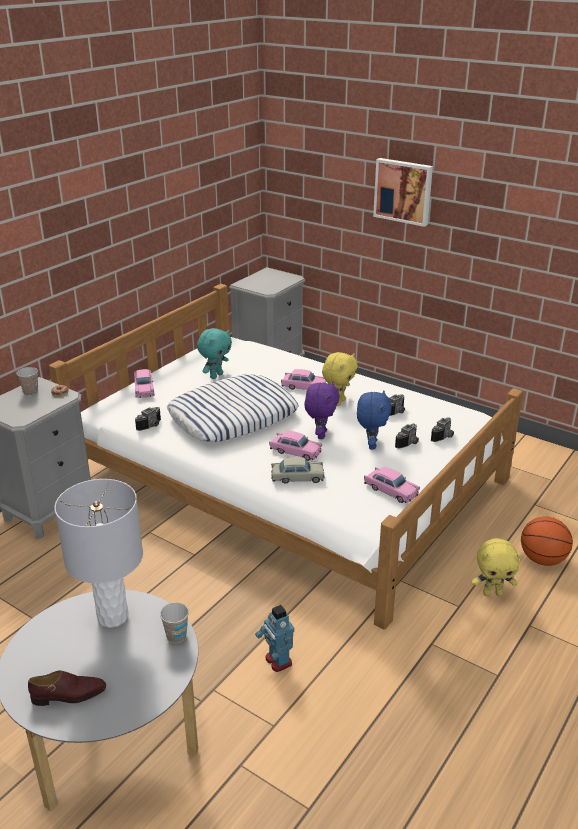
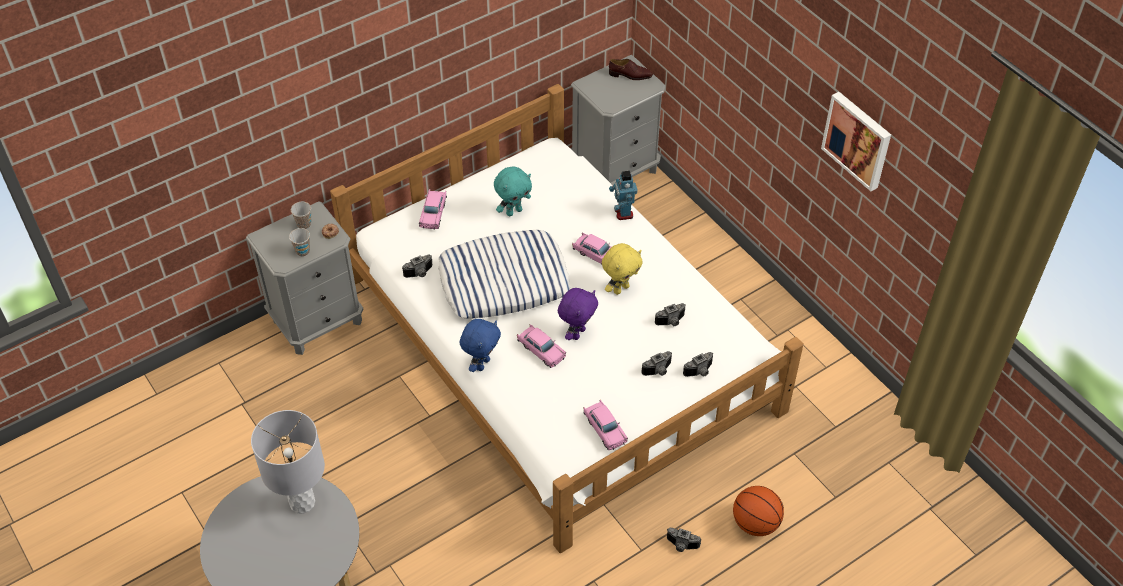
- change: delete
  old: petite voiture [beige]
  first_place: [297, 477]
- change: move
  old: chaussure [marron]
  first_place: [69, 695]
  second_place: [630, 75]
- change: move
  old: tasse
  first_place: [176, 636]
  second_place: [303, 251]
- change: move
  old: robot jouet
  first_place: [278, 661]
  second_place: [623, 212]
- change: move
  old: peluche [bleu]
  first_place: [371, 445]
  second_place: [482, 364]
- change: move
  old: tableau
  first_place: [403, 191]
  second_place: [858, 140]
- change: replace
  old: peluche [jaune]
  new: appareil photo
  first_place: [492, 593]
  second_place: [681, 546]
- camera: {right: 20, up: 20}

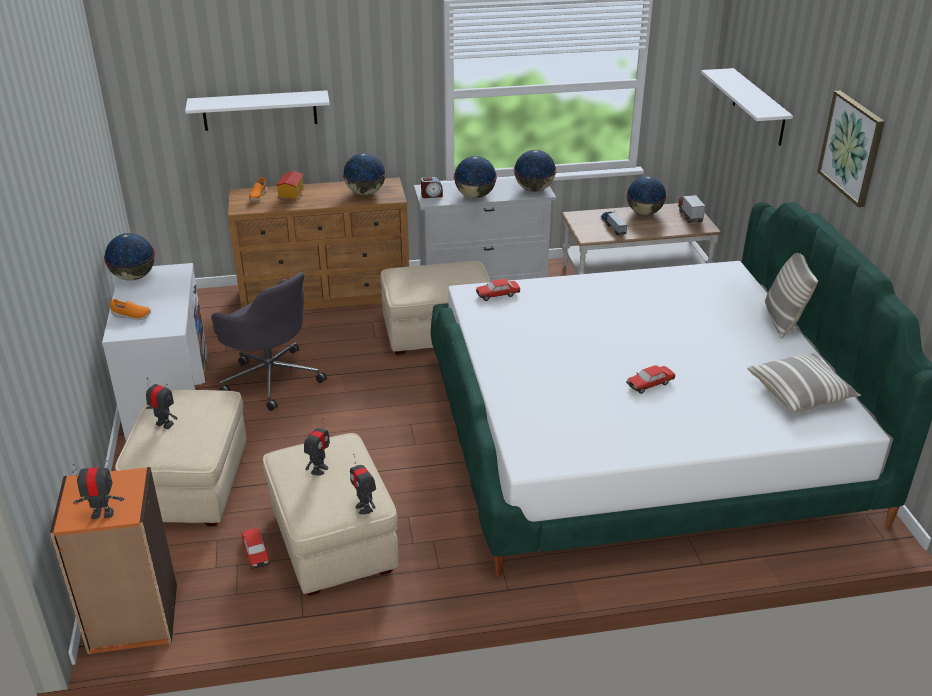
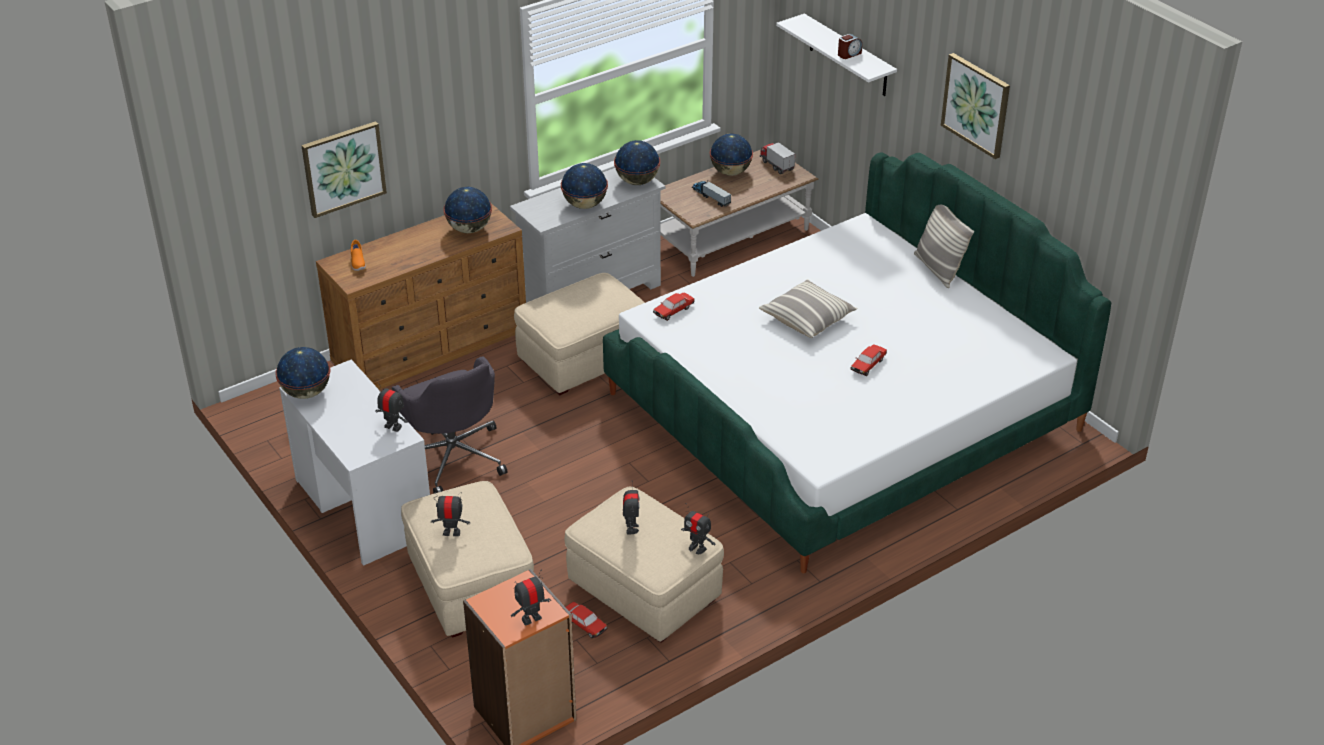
- change: delete
  old: chaussure [orange]
  first_place: [131, 316]
- change: delete
  old: maison miniature
  first_place: [291, 195]
- change: insert
  new: robot jouet
  second_place: [393, 427]
- change: move
  old: réveil
  first_place: [431, 195]
  second_place: [849, 54]
- change: move
  old: coussin
  first_place: [800, 393]
  second_place: [807, 319]
- change: replace
  old: étagère [blanc]
  new: tableau
  first_place: [259, 110]
  second_place: [343, 168]
- change: rotate
  old: chaise de bureau [gris]
  first_place: [271, 378]
  second_place: [453, 457]
  degrees: 45
- camera: {right: -25, up: 5}

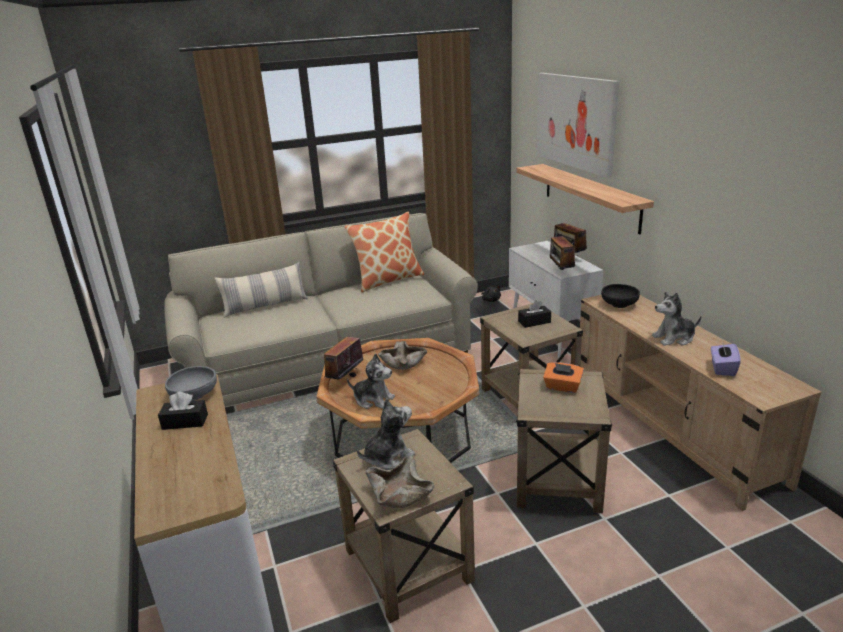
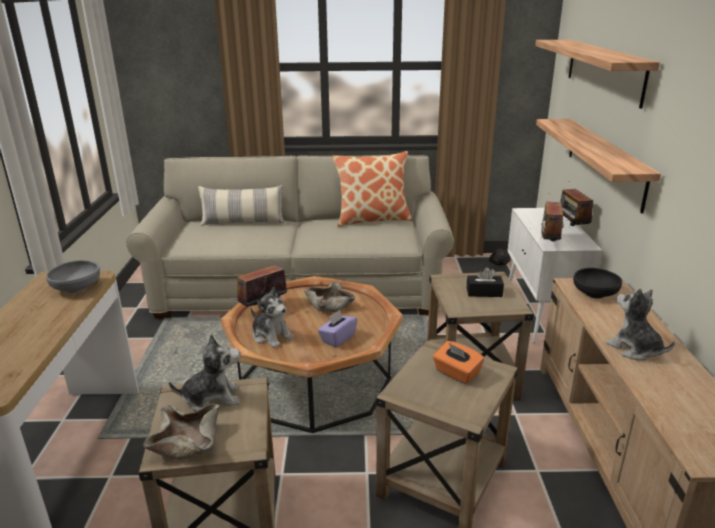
- change: delete
  old: boîte à mouchoirs [noir]
  first_place: [185, 422]
- change: move
  old: boîte à mouchoirs [violet]
  first_place: [722, 368]
  second_place: [337, 338]
- change: replace
  old: tableau
  new: étagère
  first_place: [575, 121]
  second_place: [604, 70]
- change: rotate
  old: peluche
  first_place: [674, 338]
  second_place: [634, 349]
  degrees: 45
- camera: {right: 20, up: 0}

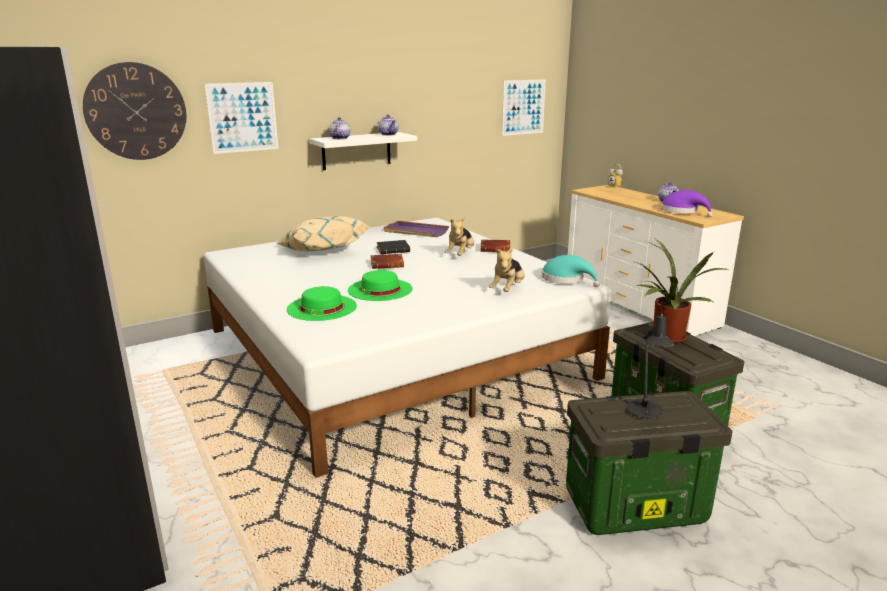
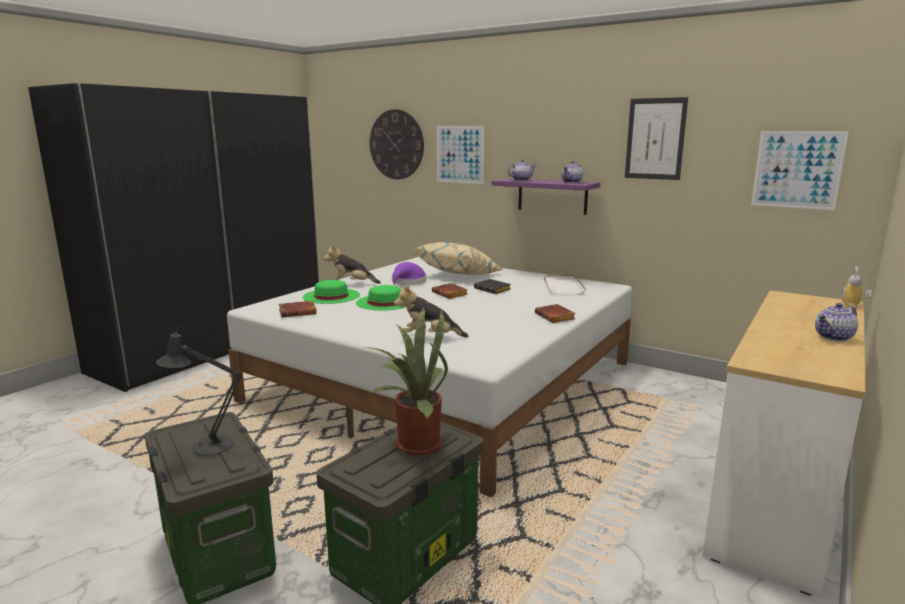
- change: delete
  old: chapeau [turquoise]
  first_place: [566, 279]
- change: insert
  new: livre [marron]
  second_place: [298, 312]
- change: insert
  new: tableau
  second_place: [655, 139]
- change: move
  old: peluche
  first_place: [460, 255]
  second_place: [351, 284]
- change: move
  old: chapeau [violet]
  first_place: [682, 211]
  second_place: [407, 282]
- change: recolor
  old: étagère [blanc]
  new: étagère [violet]
  first_place: [356, 151]
  second_place: [552, 196]
- change: recolor
  old: plateau [violet]
  new: plateau [blanc]
  first_place: [415, 231]
  second_place: [562, 287]
- camera: {right: 65, up: -5}

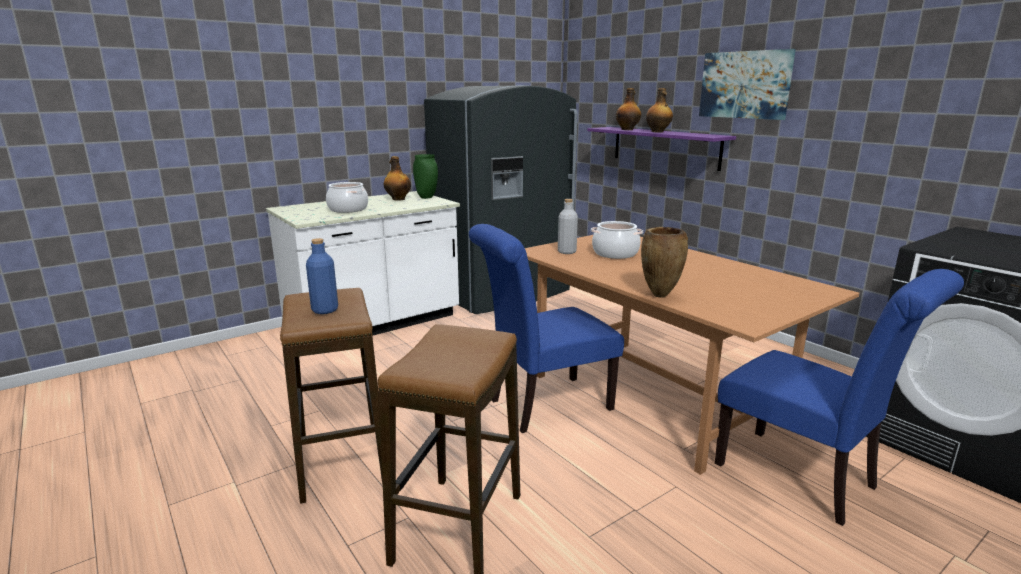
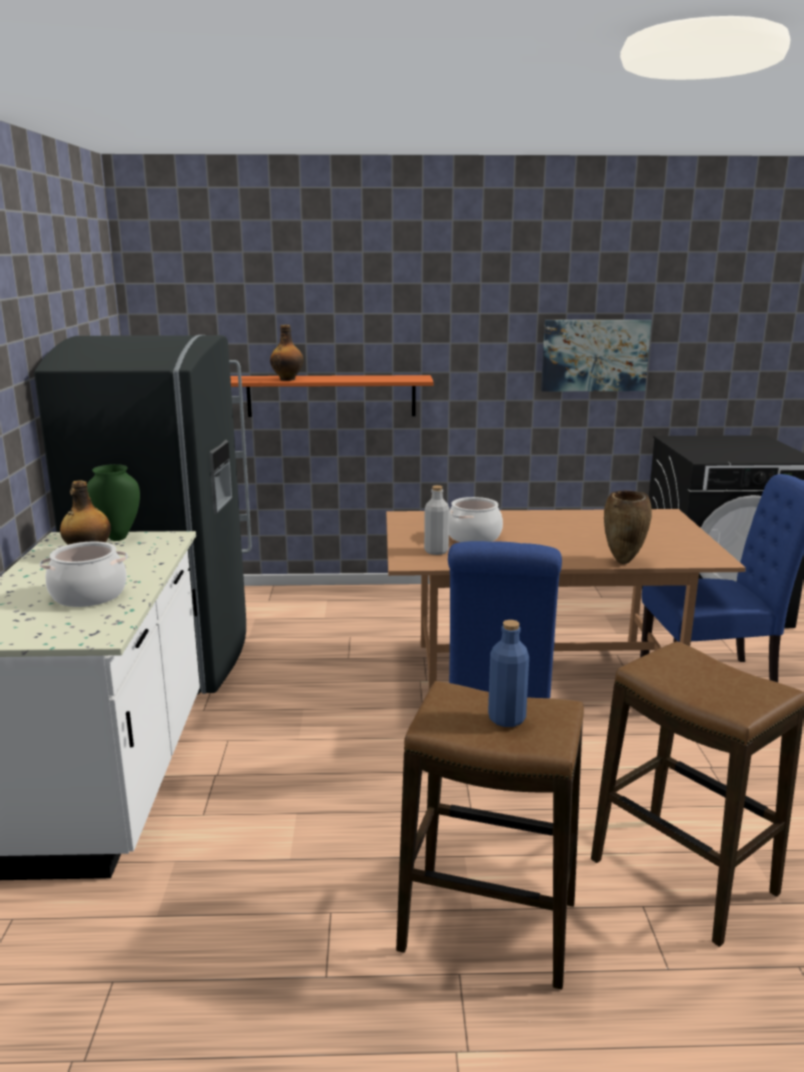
- change: delete
  old: bouteille
  first_place: [657, 132]
- change: move
  old: tableau
  first_place: [745, 85]
  second_place: [594, 355]
- change: recolor
  old: étagère [violet]
  new: étagère [orange]
  first_place: [665, 147]
  second_place: [331, 396]
- camera: {right: -55, up: 0}

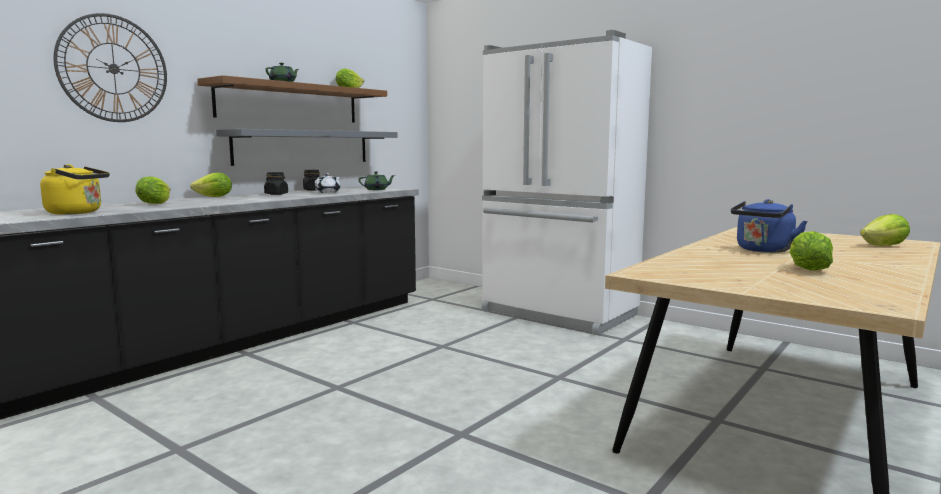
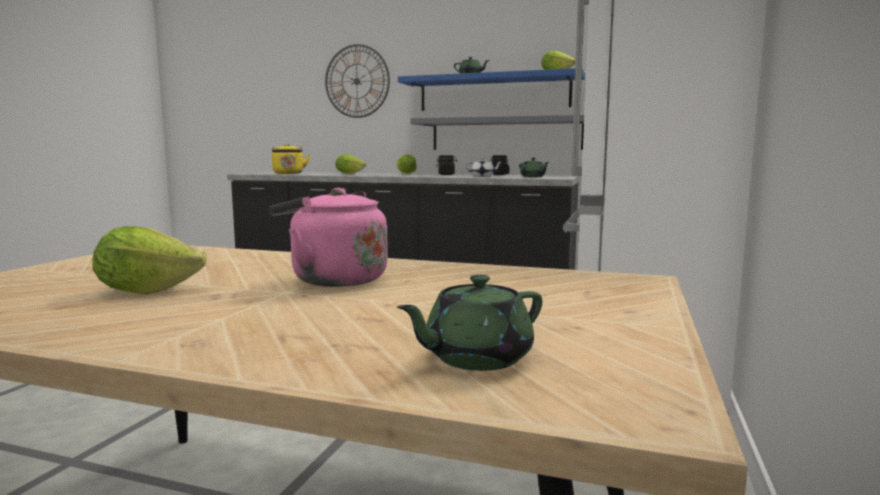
- change: replace
  old: laitue
  new: théière [vert]
  first_place: [884, 246]
  second_place: [475, 358]
- change: recolor
  old: étagère [marron]
  new: étagère [bleu]
  first_place: [290, 103]
  second_place: [493, 93]
- change: recolor
  old: bouilloire [bleu]
  new: bouilloire [rose]
  first_place: [763, 250]
  second_place: [333, 279]
- camera: {right: 70, up: 0}

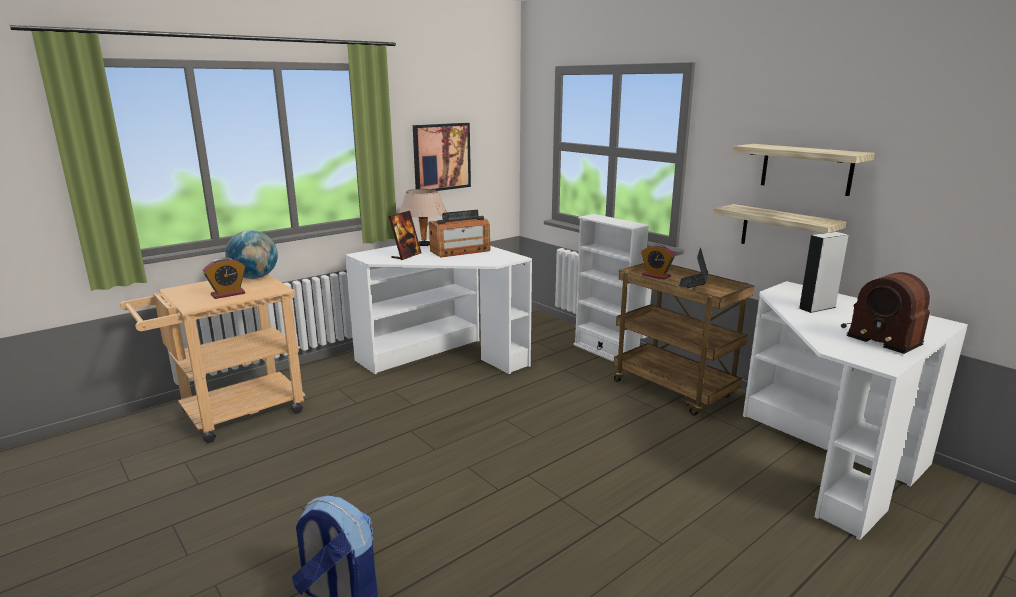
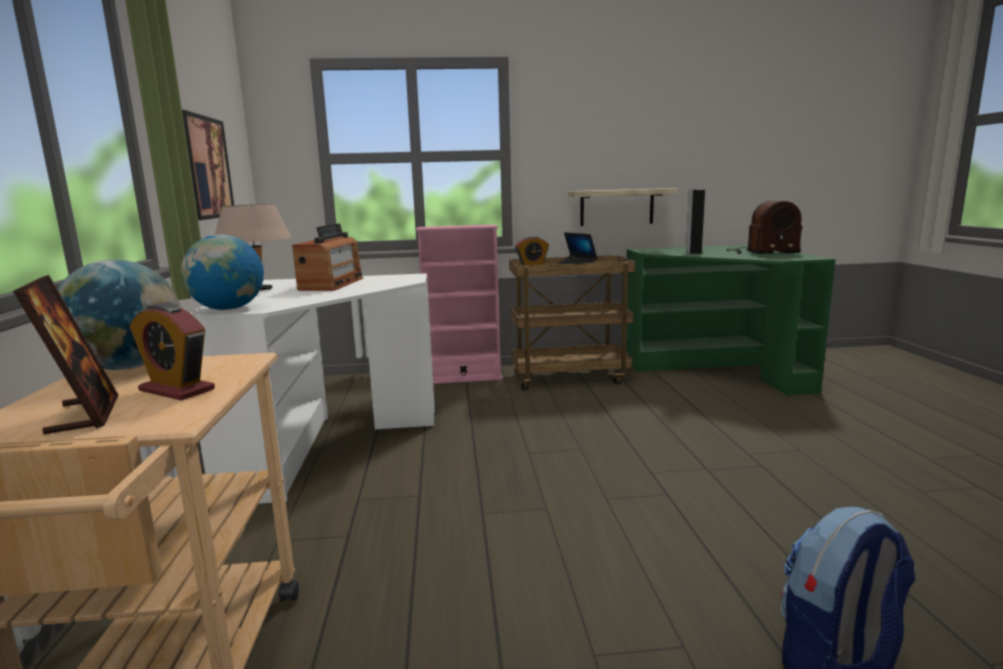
- change: delete
  old: étagère
  first_place: [806, 169]
- change: insert
  new: globe
  second_place: [228, 309]
- change: move
  old: cadre photo
  first_place: [406, 256]
  second_place: [84, 415]
- change: recolor
  old: bibliothèque [blanc]
  new: bibliothèque [rose]
  first_place: [605, 352]
  second_place: [463, 378]
- change: recolor
  old: bureau [blanc]
  new: bureau [vert]
  first_place: [824, 458]
  second_place: [716, 371]
- change: rotate
  old: réveil
  first_place: [228, 294]
  second_place: [177, 390]
  degrees: 120
- camera: {right: -55, up: -5}

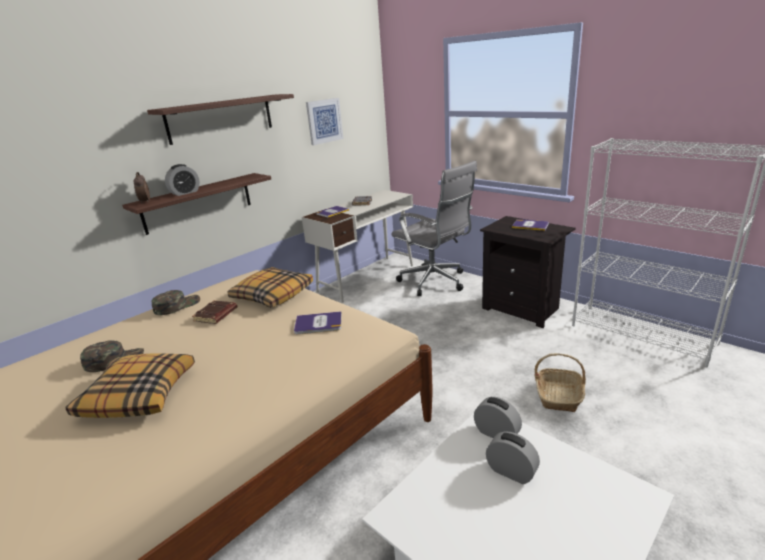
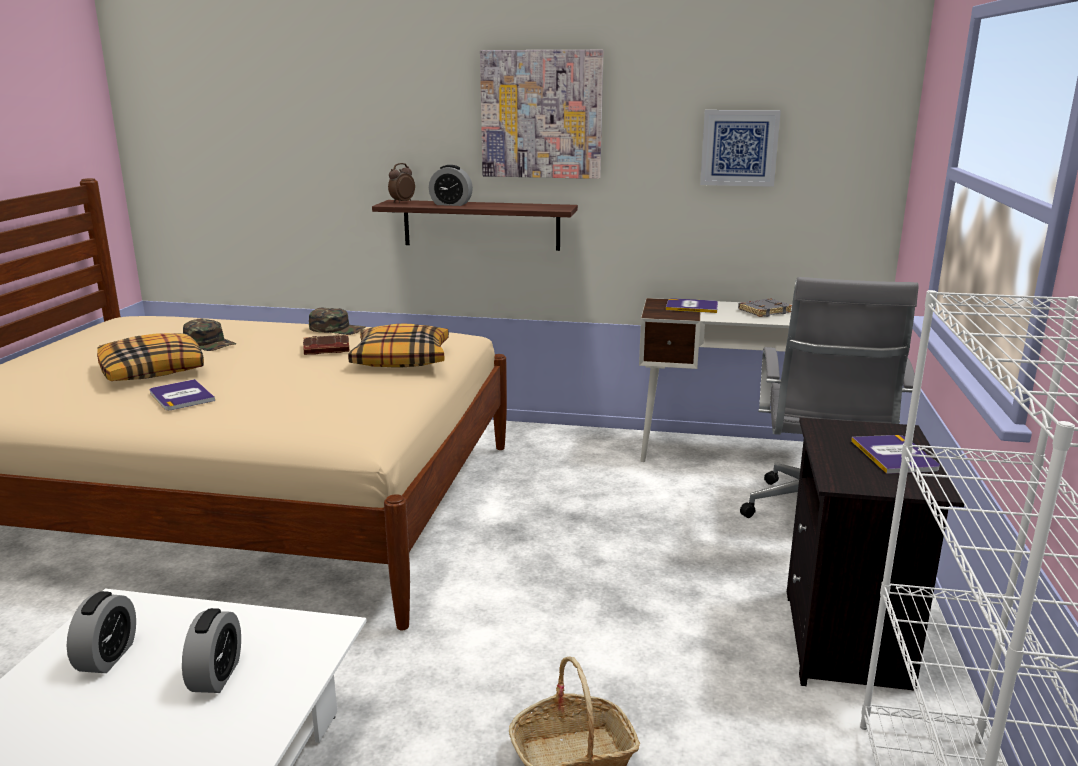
- change: move
  old: livre
  first_place: [318, 324]
  second_place: [181, 396]
- change: move
  old: réveil
  first_place: [496, 433]
  second_place: [107, 657]
- change: replace
  old: étagère
  new: tableau
  first_place: [220, 118]
  second_place: [541, 114]
- camera: {right: 55, up: -5}

